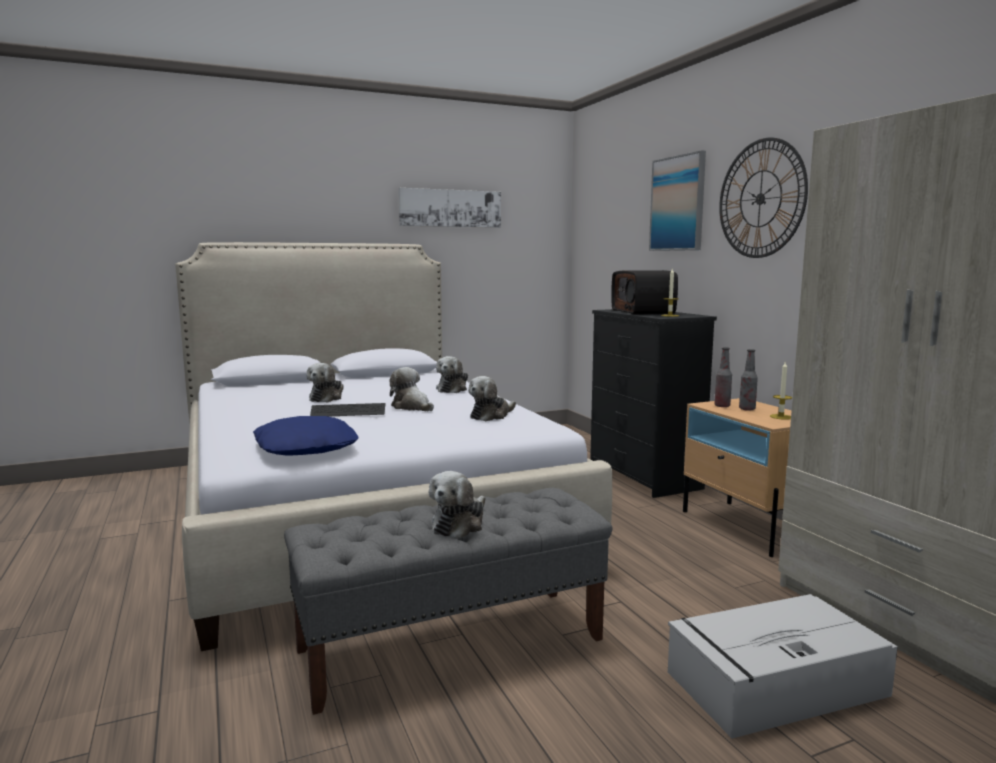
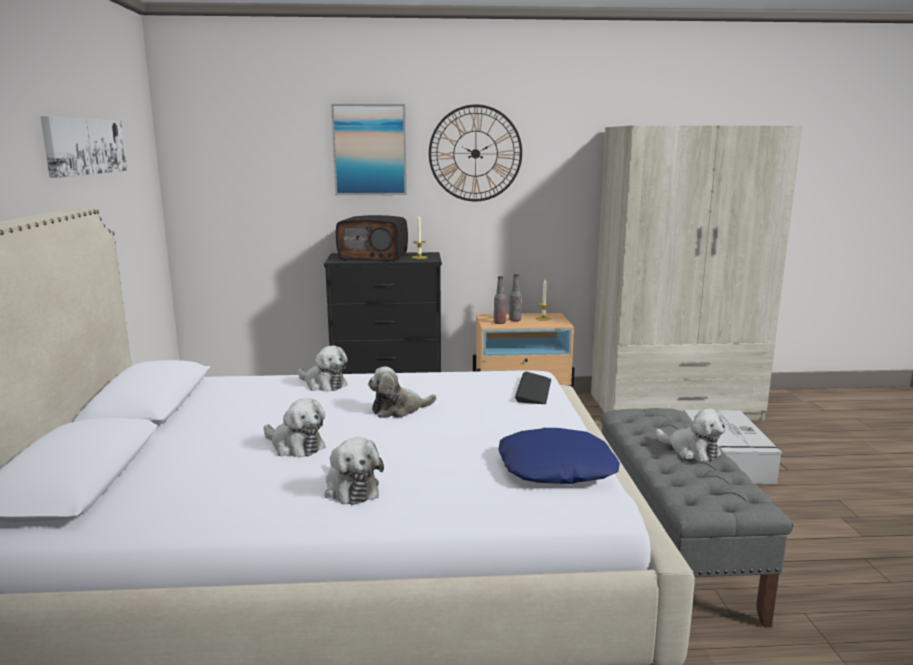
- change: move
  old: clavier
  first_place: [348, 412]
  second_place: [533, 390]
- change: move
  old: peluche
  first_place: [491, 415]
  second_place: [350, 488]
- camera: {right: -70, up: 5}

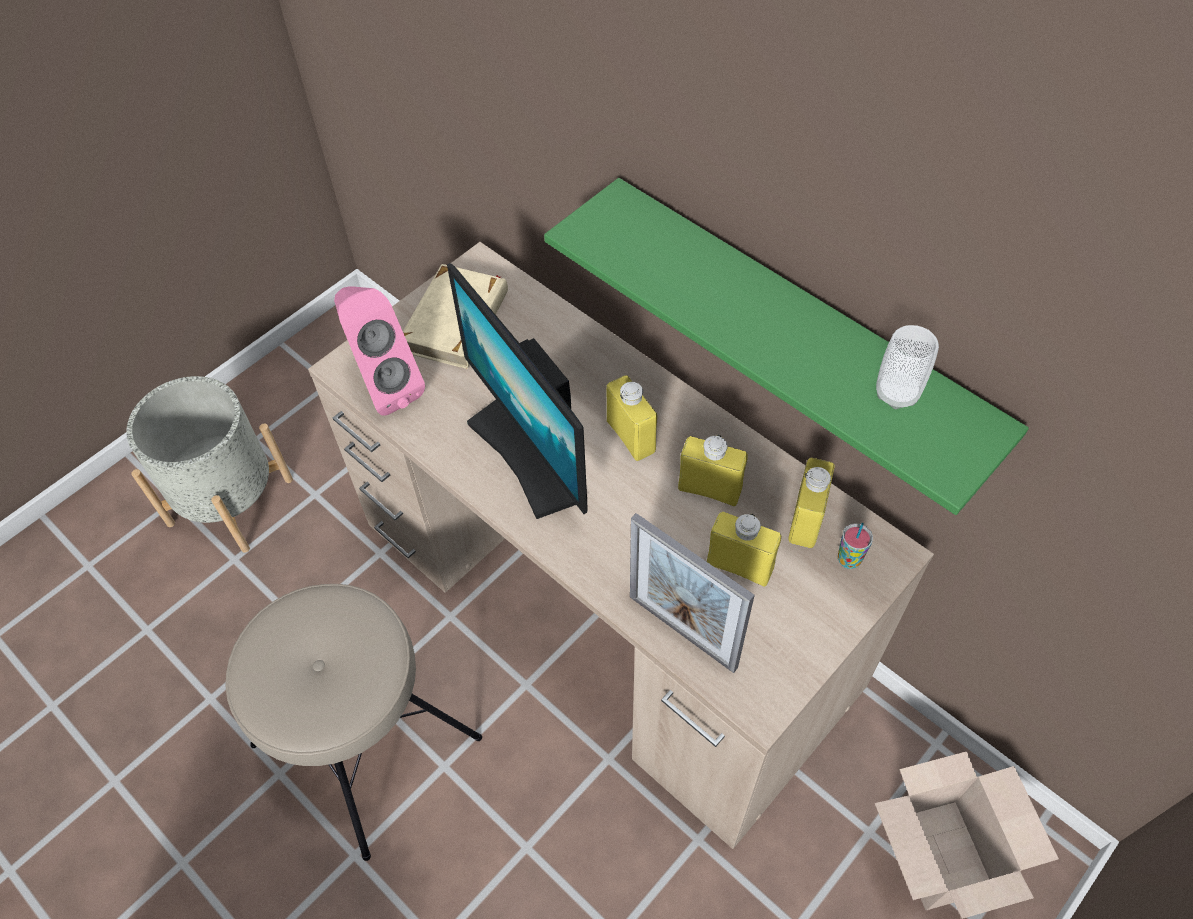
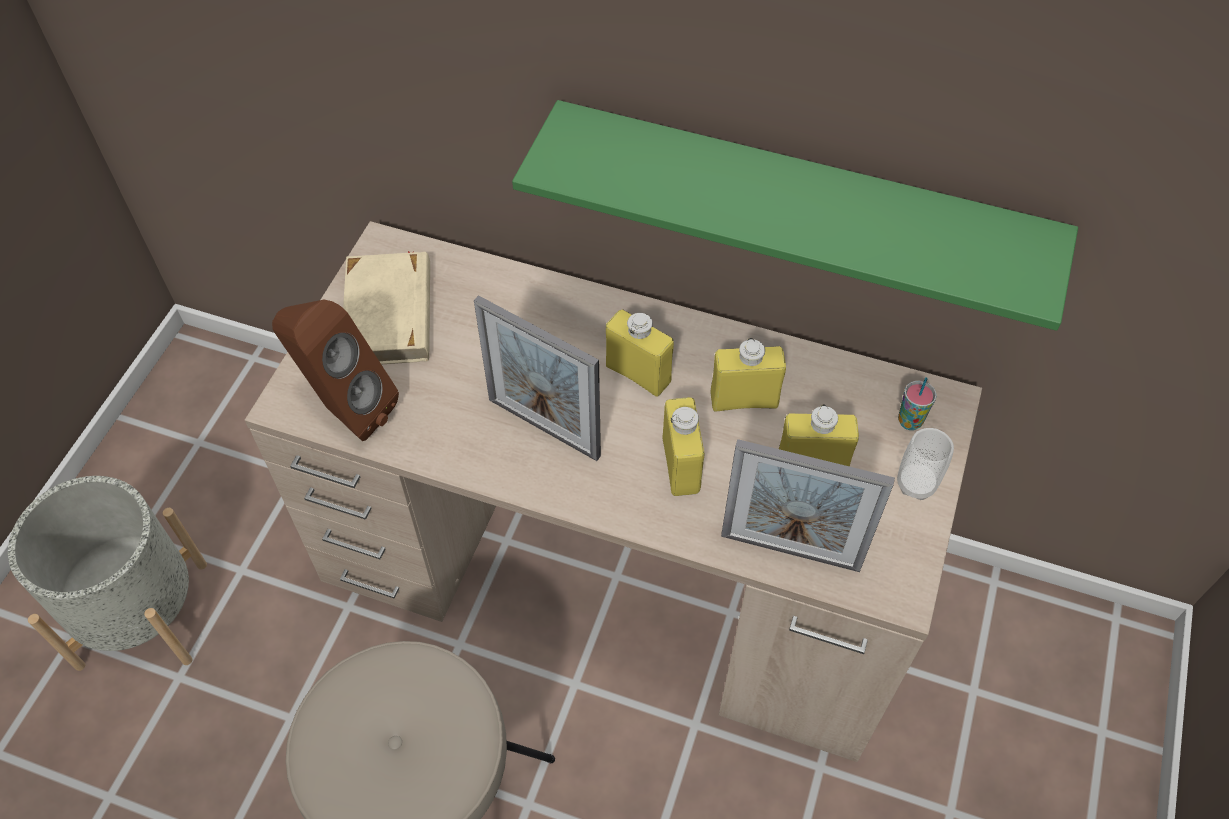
- change: delete
  old: carton
  first_place: [943, 857]
- change: move
  old: bouteille [jaune]
  first_place: [806, 520]
  second_place: [681, 466]
- change: move
  old: tasse
  first_place: [897, 393]
  second_place: [916, 484]
- change: replace
  old: écran d'ordinateur
  new: cadre photo
  first_place: [530, 454]
  second_place: [544, 428]
- change: recolor
  old: enceinte [rose]
  new: enceinte [marron]
  first_place: [385, 386]
  second_place: [346, 410]
- camera: {right: -25, up: 0}

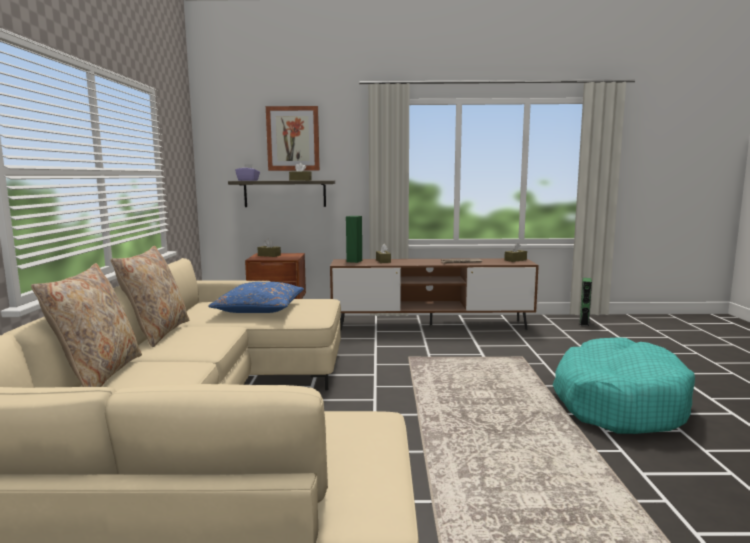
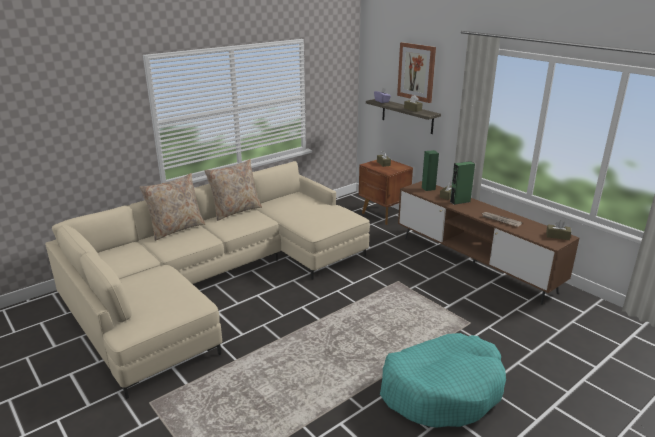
- change: delete
  old: coussin [bleu]
  first_place: [259, 308]
- change: move
  old: enceinte [vert]
  first_place: [584, 322]
  second_place: [460, 201]
- camera: {right: 50, up: 15}

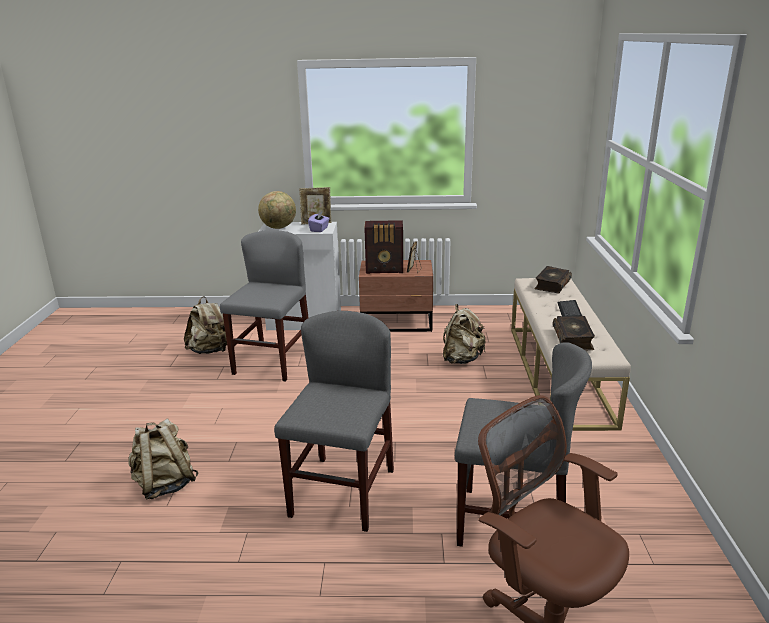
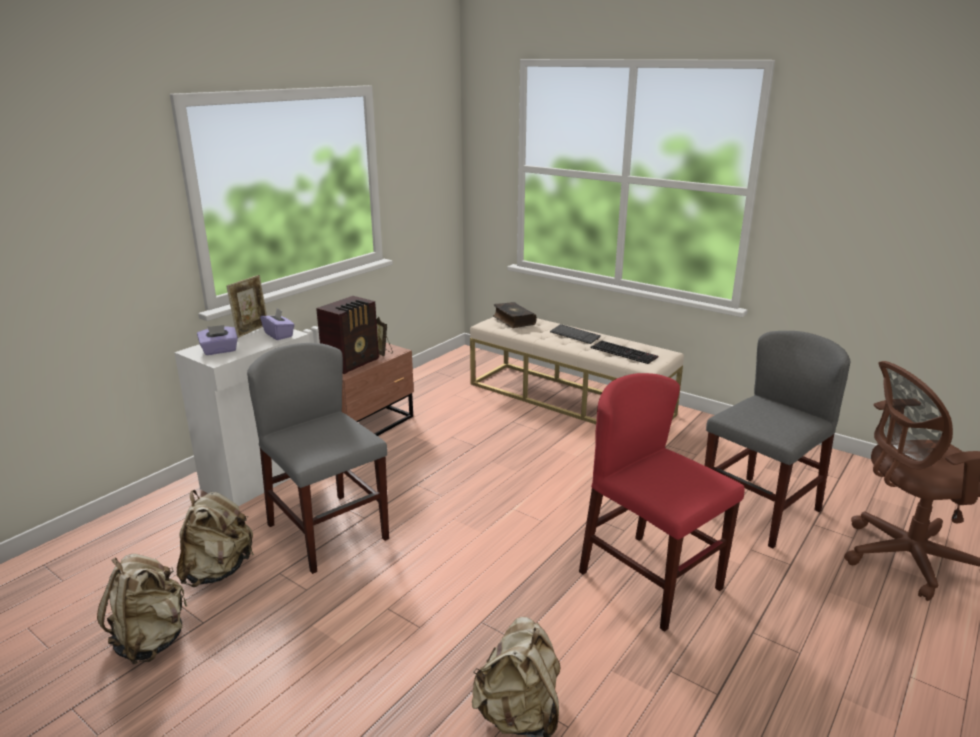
- change: move
  old: sac à dos [beige]
  first_place: [461, 359]
  second_place: [151, 640]
- change: replace
  old: globe
  new: boîte à mouchoirs [violet]
  first_place: [279, 227]
  second_place: [219, 351]
- change: replace
  old: livre
  new: clavier
  first_place: [573, 339]
  second_place: [625, 352]
- change: recolor
  old: chaise [gris]
  new: chaise [rouge]
  first_place: [342, 492]
  second_place: [650, 580]
- camera: {right: -55, up: 0}

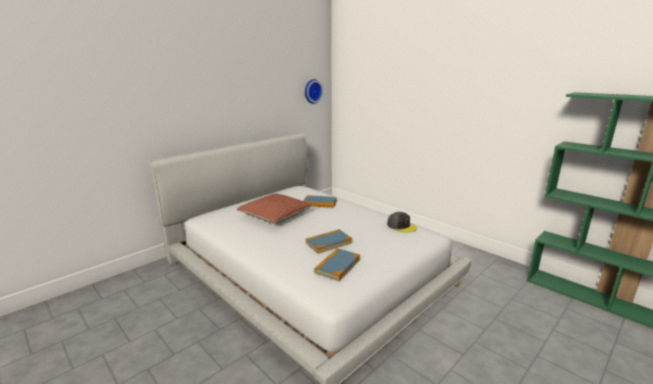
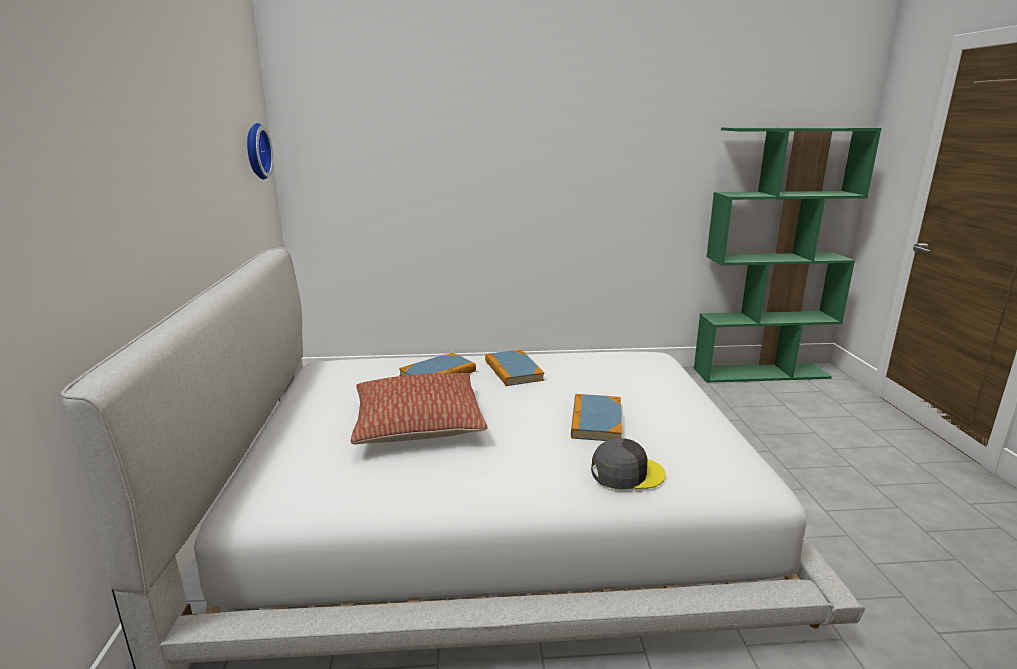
- change: move
  old: livre
  first_place: [337, 266]
  second_place: [513, 370]
- change: move
  old: casquette [gris]
  first_place: [401, 226]
  second_place: [626, 473]
- camera: {right: -50, up: 0}

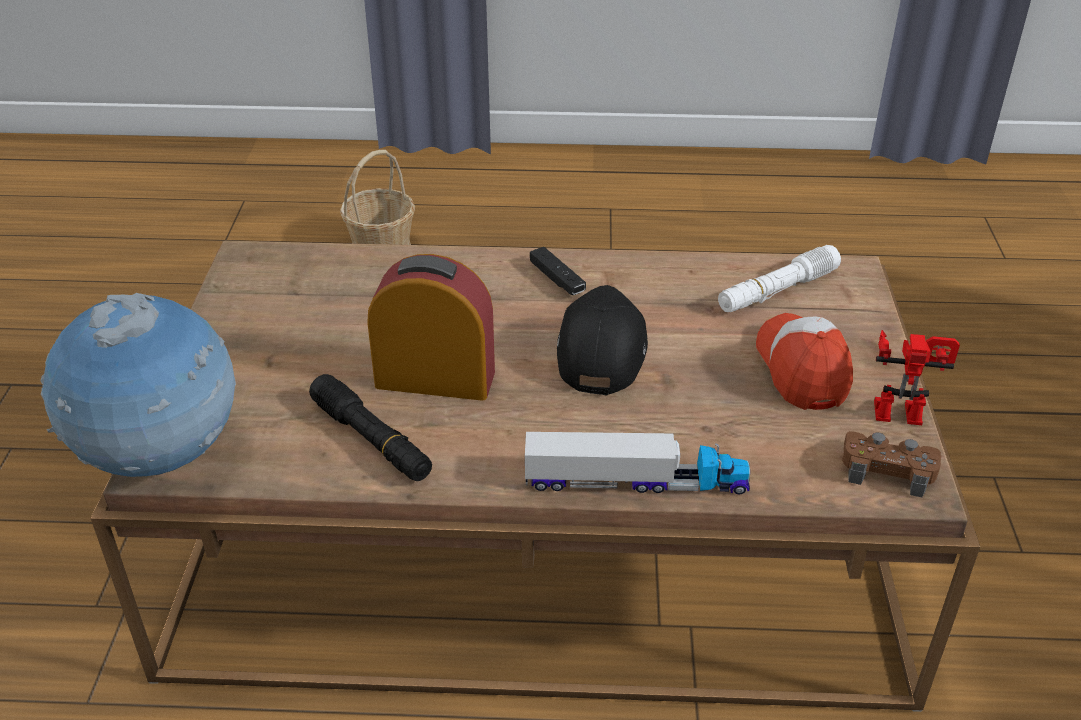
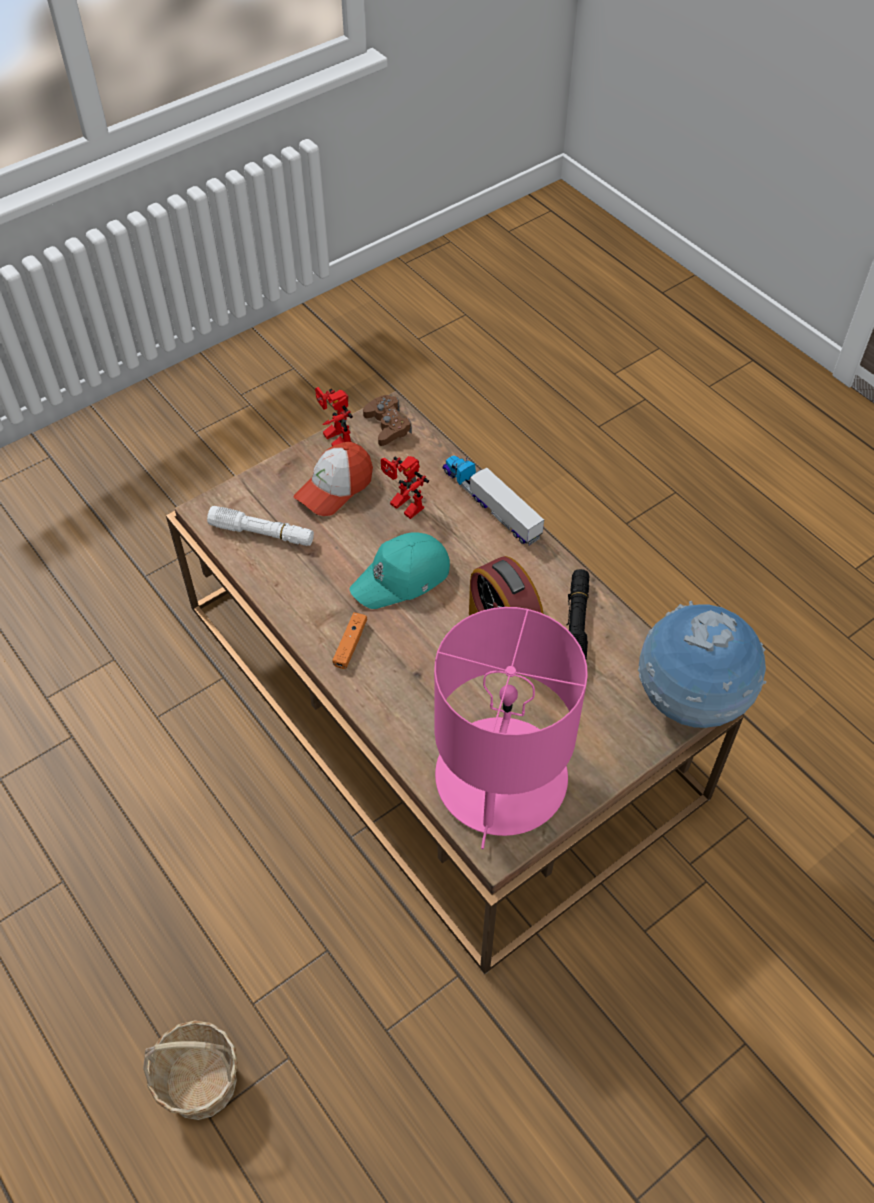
- change: insert
  new: robot jouet
  second_place: [402, 507]
- change: insert
  new: lampe de table [rose]
  second_place: [500, 779]
- change: recolor
  old: manette [noir]
  new: manette [orange]
  first_place: [557, 279]
  second_place: [350, 644]
- change: recolor
  old: casquette [noir]
  new: casquette [turquoise]
  first_place: [600, 350]
  second_place: [402, 578]
- camera: {right: -130, up: 15}

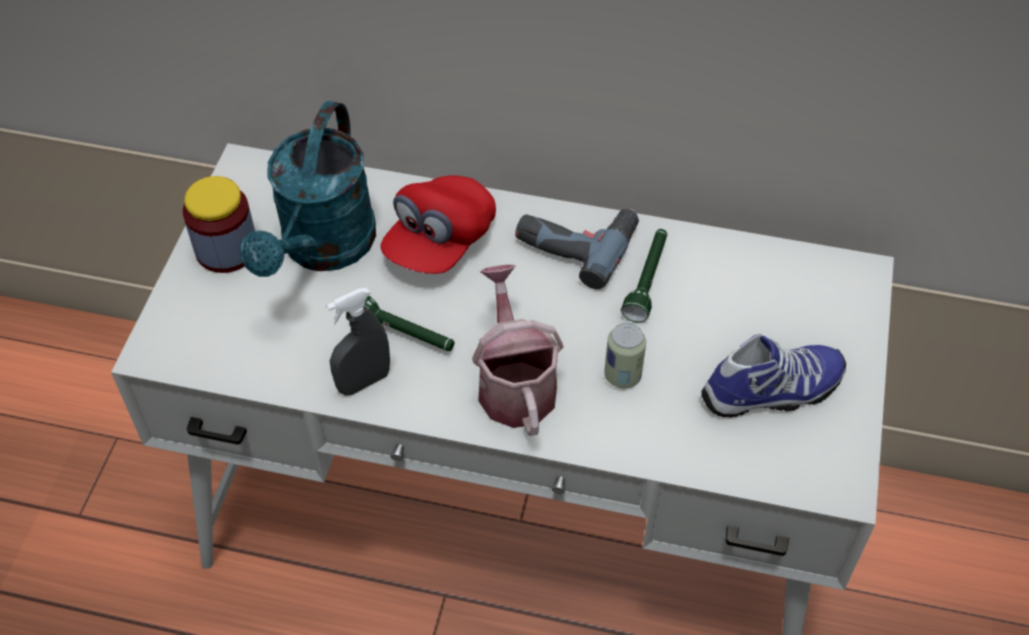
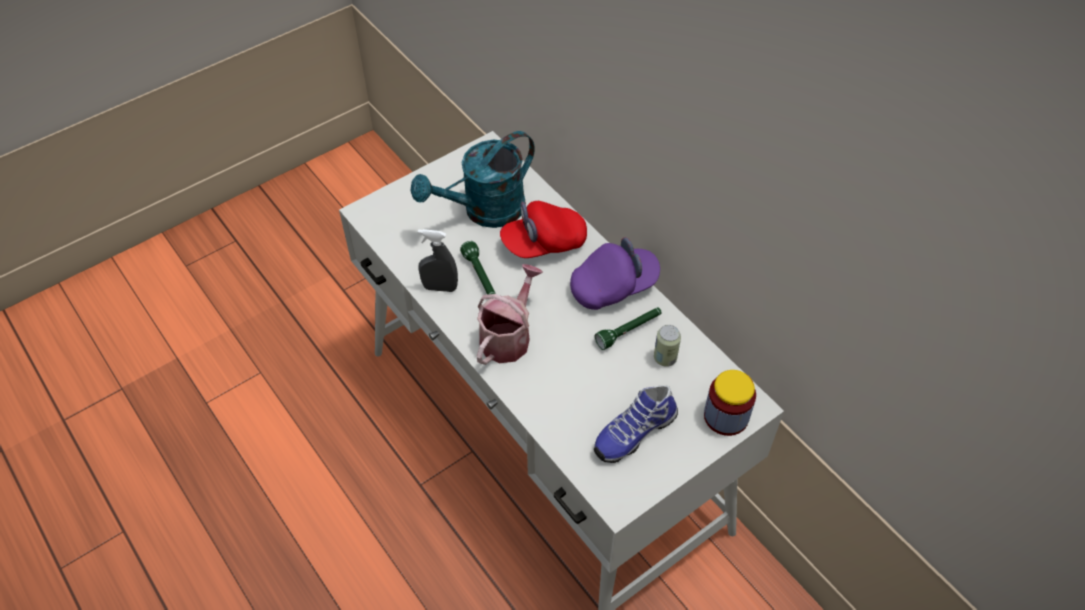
- change: move
  old: bocal
  first_place: [227, 249]
  second_place: [726, 416]
- change: move
  old: boîte métallique
  first_place: [622, 376]
  second_place: [665, 358]
- change: replace
  old: perceuse
  new: casquette [violet]
  first_place: [576, 240]
  second_place: [613, 287]
- change: rotate
  old: chaussure
  first_place: [773, 392]
  second_place: [633, 432]
  degrees: 120
- camera: {right: 40, up: 0}

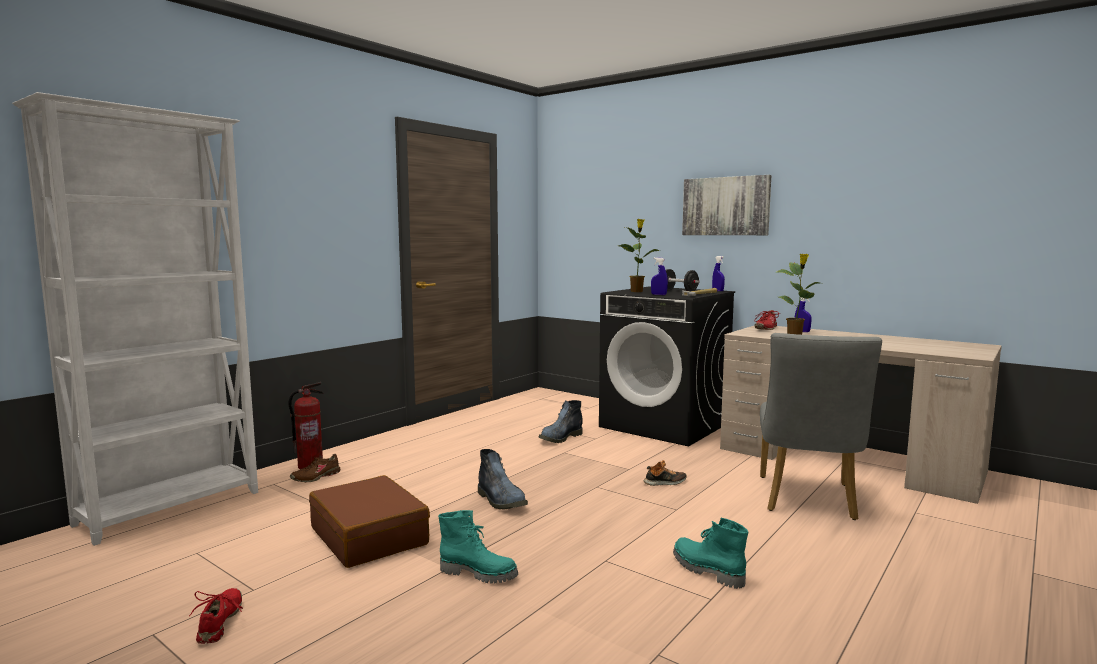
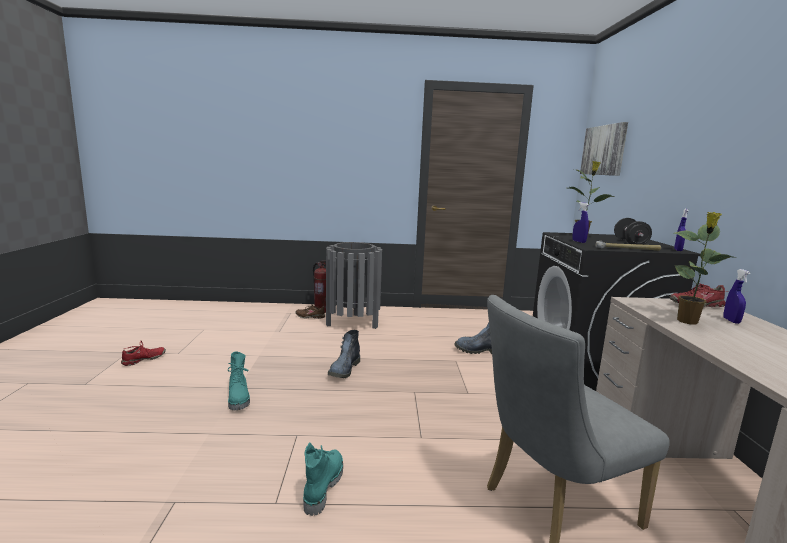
- change: delete
  old: bibliothèque [blanc]
  first_place: [172, 508]
- change: delete
  old: valise [marron]
  first_place: [369, 536]
- change: delete
  old: chaussure
  first_place: [665, 482]
- change: insert
  new: poubelle [gris]
  second_place: [353, 323]
- change: move
  old: tableau
  first_place: [726, 206]
  second_place: [604, 150]
- camera: {right: 50, up: 5}

